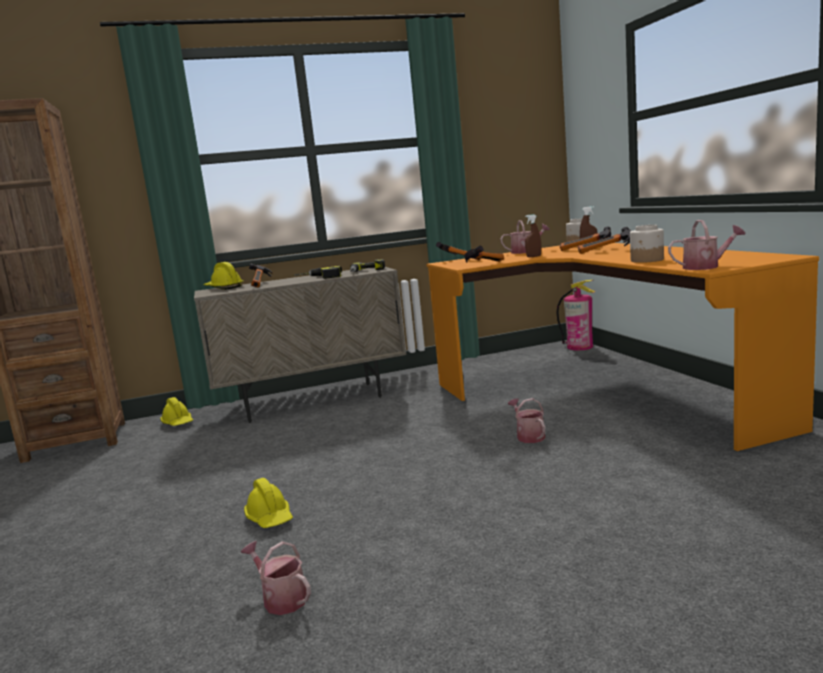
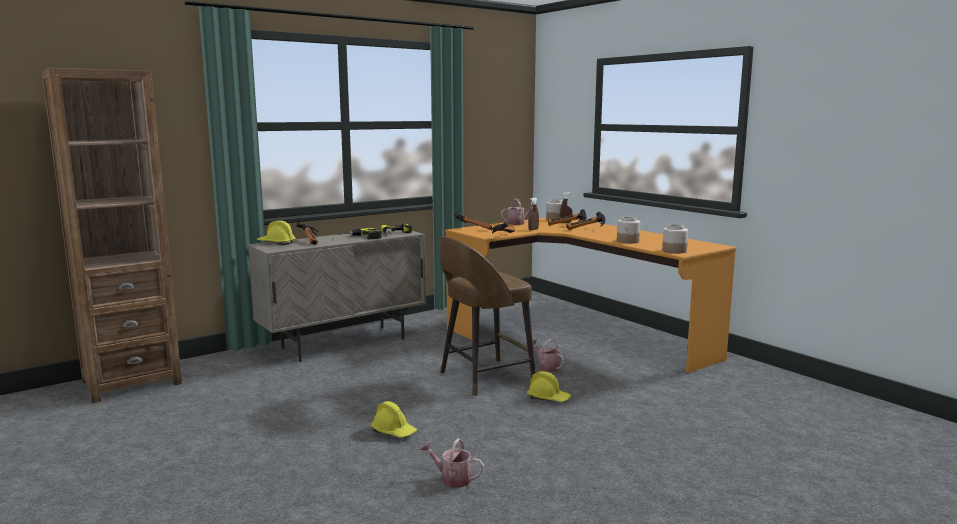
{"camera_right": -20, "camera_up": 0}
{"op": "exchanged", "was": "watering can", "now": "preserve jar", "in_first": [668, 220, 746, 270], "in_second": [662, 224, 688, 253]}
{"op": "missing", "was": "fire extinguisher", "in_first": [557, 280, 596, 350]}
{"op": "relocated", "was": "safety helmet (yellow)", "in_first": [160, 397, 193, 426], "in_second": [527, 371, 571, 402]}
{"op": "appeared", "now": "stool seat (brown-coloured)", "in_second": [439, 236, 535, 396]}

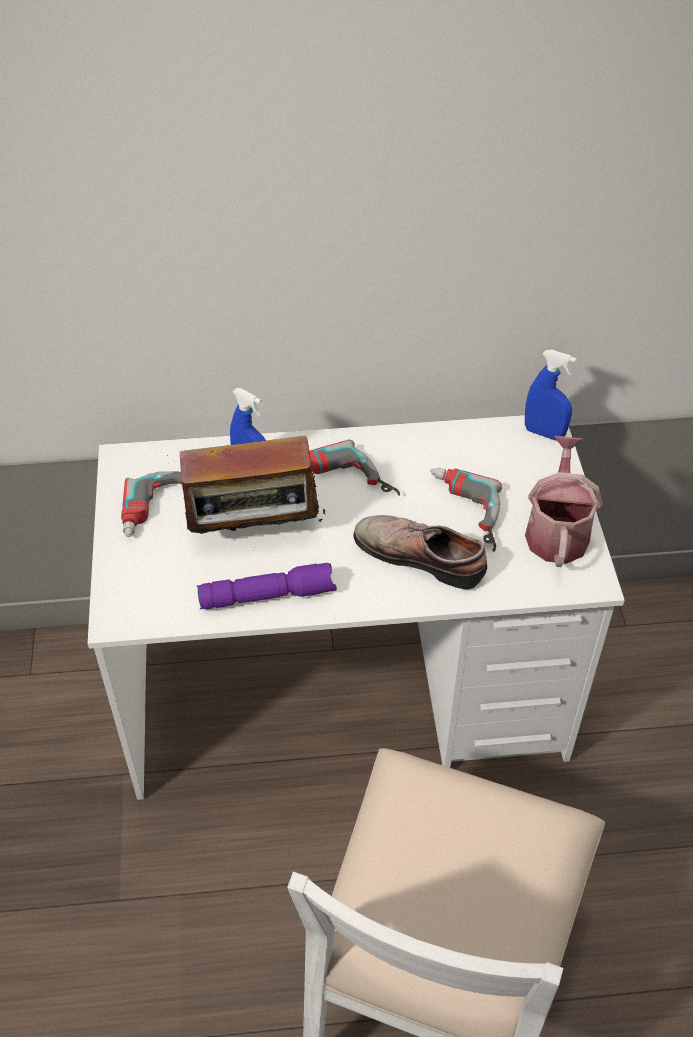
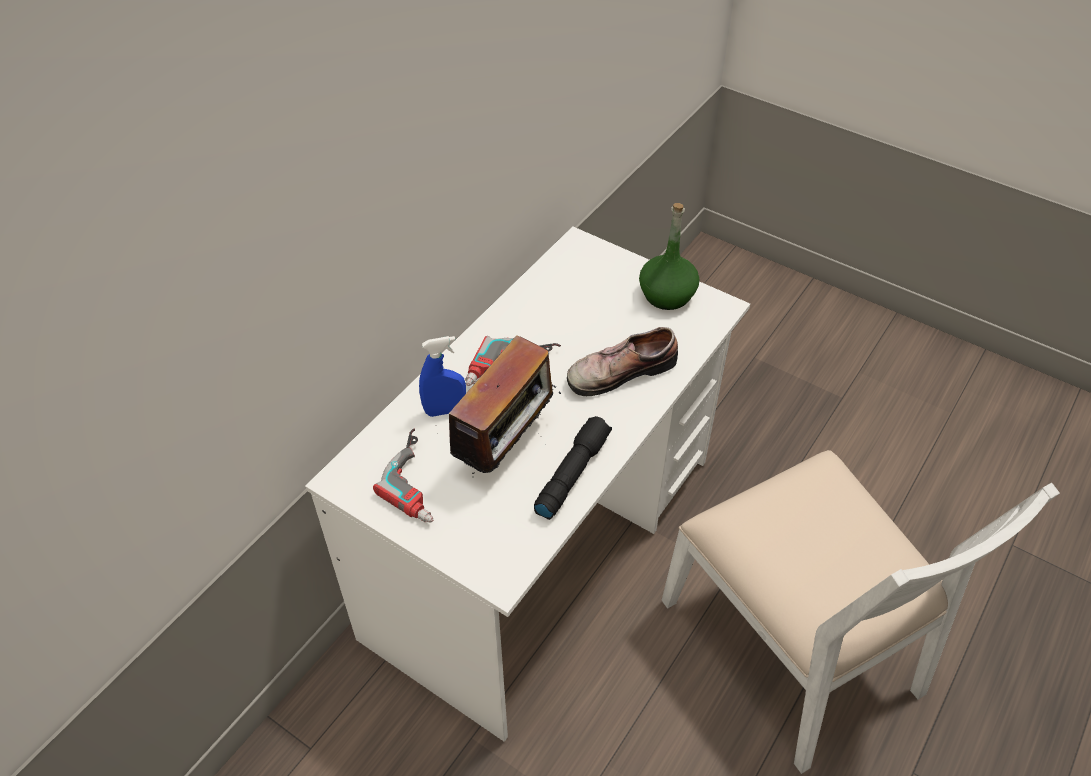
{"camera_right": -50, "camera_up": 0}
{"op": "missing", "was": "hand sprayer (blue-coloured)", "in_first": [525, 349, 577, 440]}
{"op": "exchanged", "was": "watering can", "now": "bottle (green-coloured)", "in_first": [525, 436, 602, 567], "in_second": [639, 203, 699, 310]}
{"op": "missing", "was": "drill", "in_first": [430, 468, 502, 552]}
{"op": "colour", "was": "hand torch (purple-coloured)", "now": "hand torch (black)", "in_first": [197, 563, 337, 609], "in_second": [534, 416, 612, 520]}

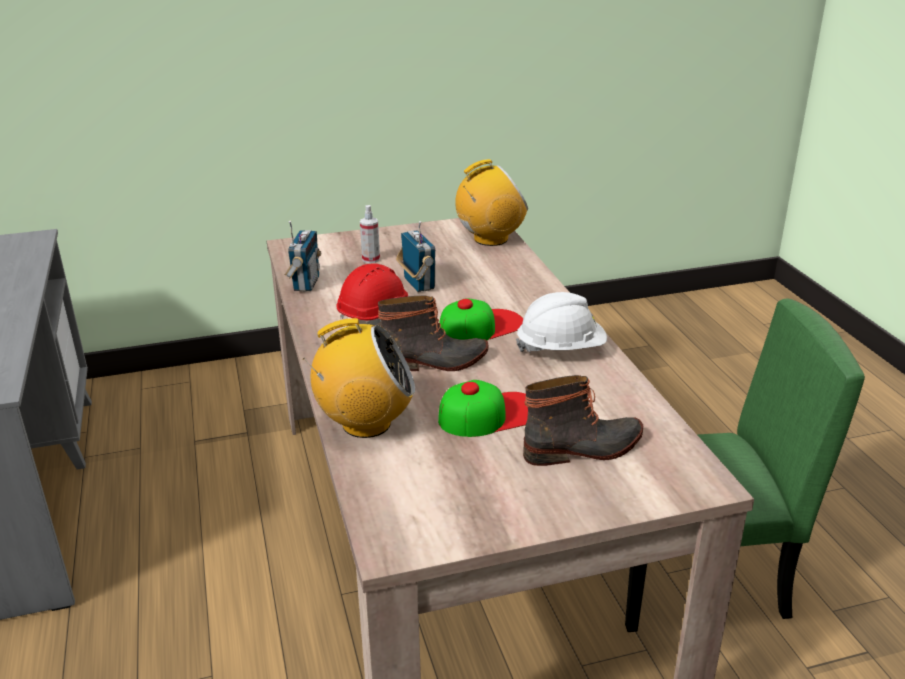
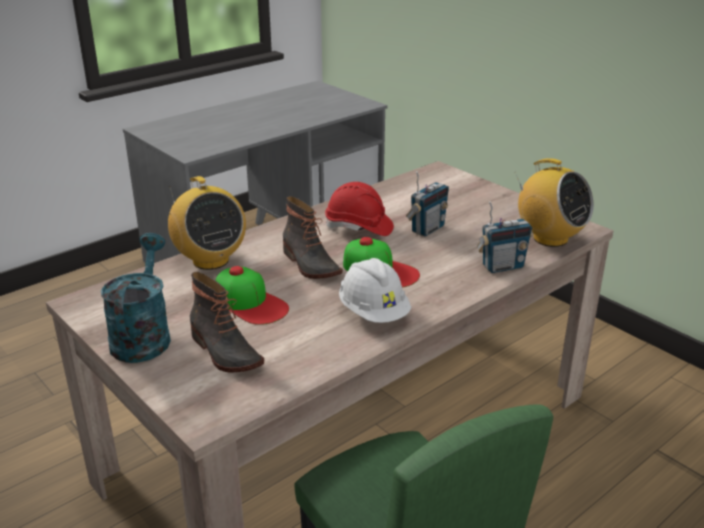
{"camera_right": 65, "camera_up": 0}
{"op": "missing", "was": "hand sprayer", "in_first": [360, 205, 380, 263]}
{"op": "relocated", "was": "radio receiver", "in_first": [285, 221, 321, 292], "in_second": [477, 201, 533, 273]}
{"op": "appeared", "now": "watering can (turquoise)", "in_second": [101, 233, 171, 363]}

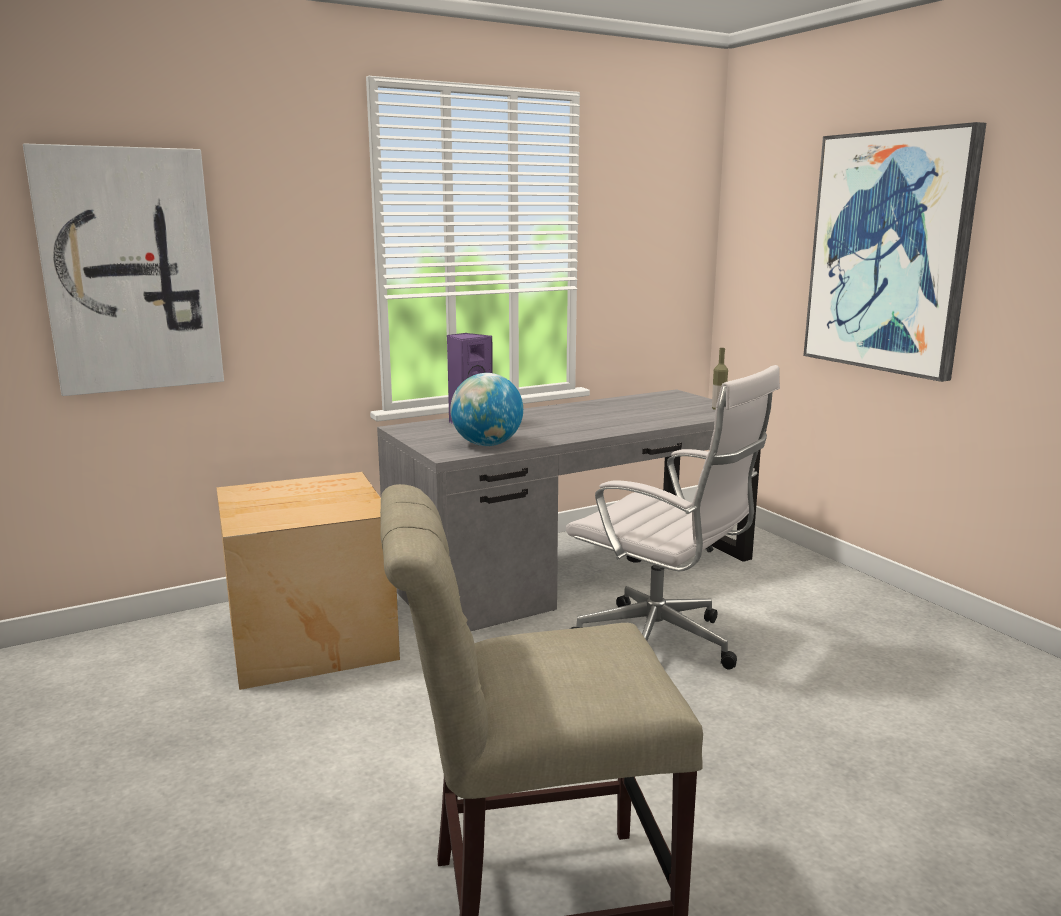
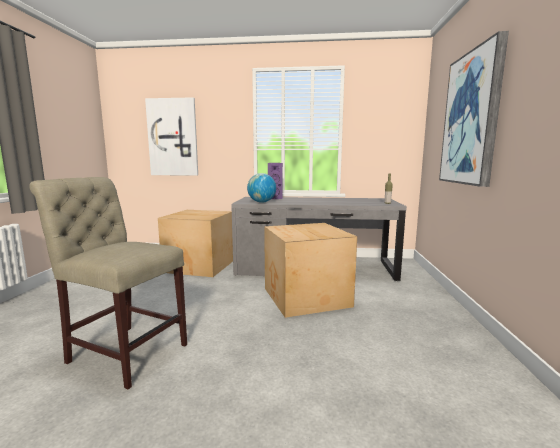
{"camera_right": 35, "camera_up": -5}
{"op": "exchanged", "was": "desk chair (white-coloured)", "now": "packing box", "in_first": [566, 365, 780, 670], "in_second": [264, 223, 357, 318]}

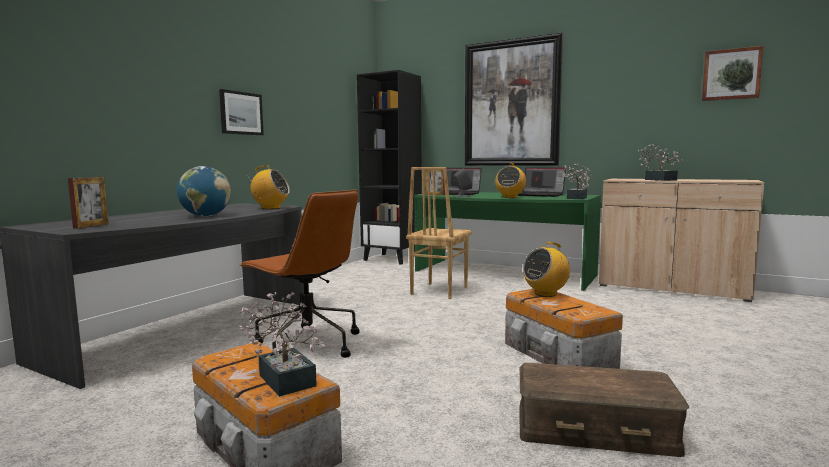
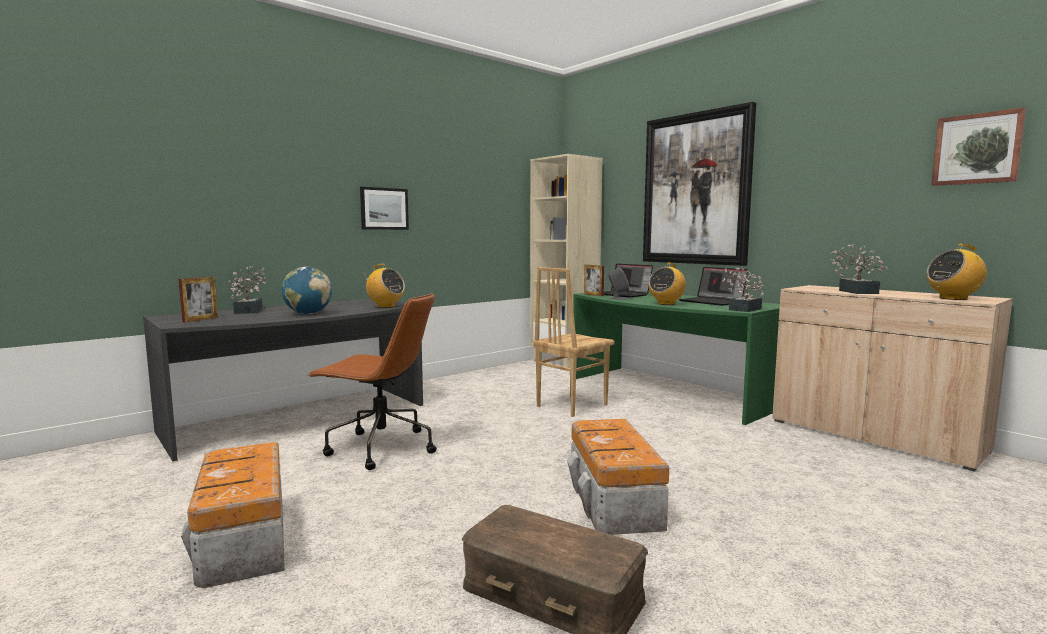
{"camera_right": 20, "camera_up": 0}
{"op": "colour", "was": "bookcase (black)", "now": "bookcase (beige-coloured)", "in_first": [357, 70, 422, 265], "in_second": [530, 154, 603, 368]}
{"op": "spun", "was": "desk chair (brown-coloured)", "in_first": [239, 190, 360, 358], "in_second": [307, 293, 437, 470], "clockwise": -45}
{"op": "relocated", "was": "radio receiver", "in_first": [523, 242, 570, 297], "in_second": [927, 244, 987, 300]}
{"op": "relocated", "was": "potted plant", "in_first": [239, 292, 326, 397], "in_second": [228, 266, 267, 314]}

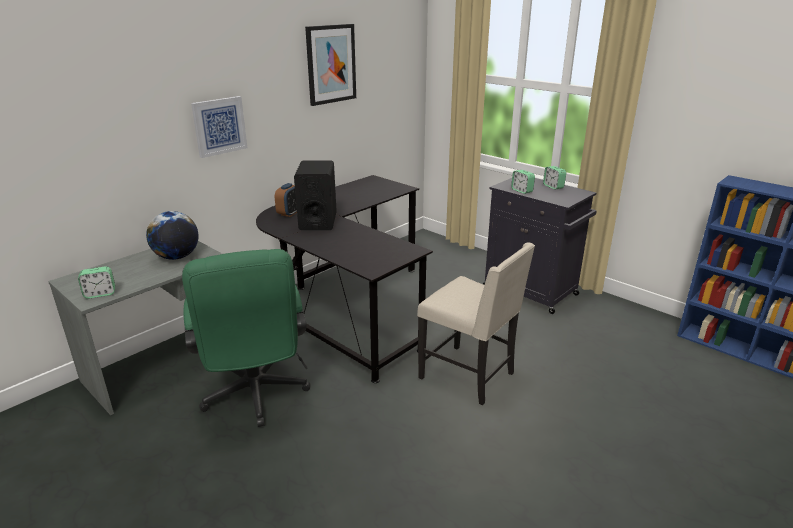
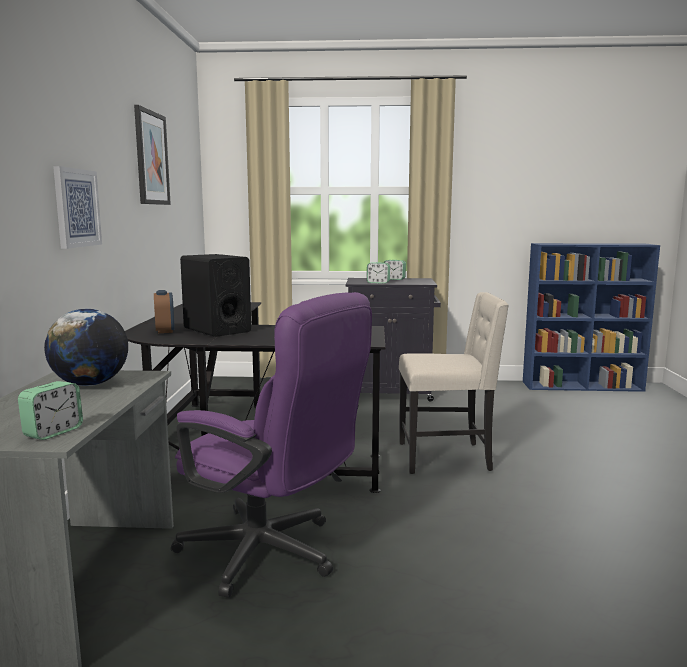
{"camera_right": -40, "camera_up": -15}
{"op": "colour", "was": "desk chair (green-coloured)", "now": "desk chair (purple-coloured)", "in_first": [182, 249, 311, 427], "in_second": [171, 292, 372, 598]}

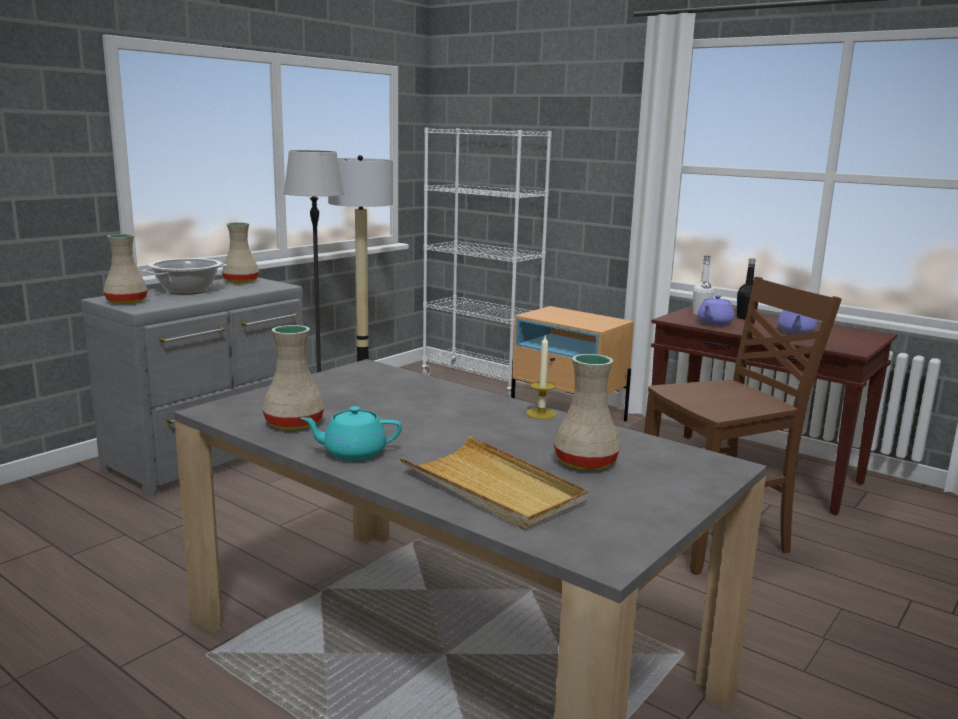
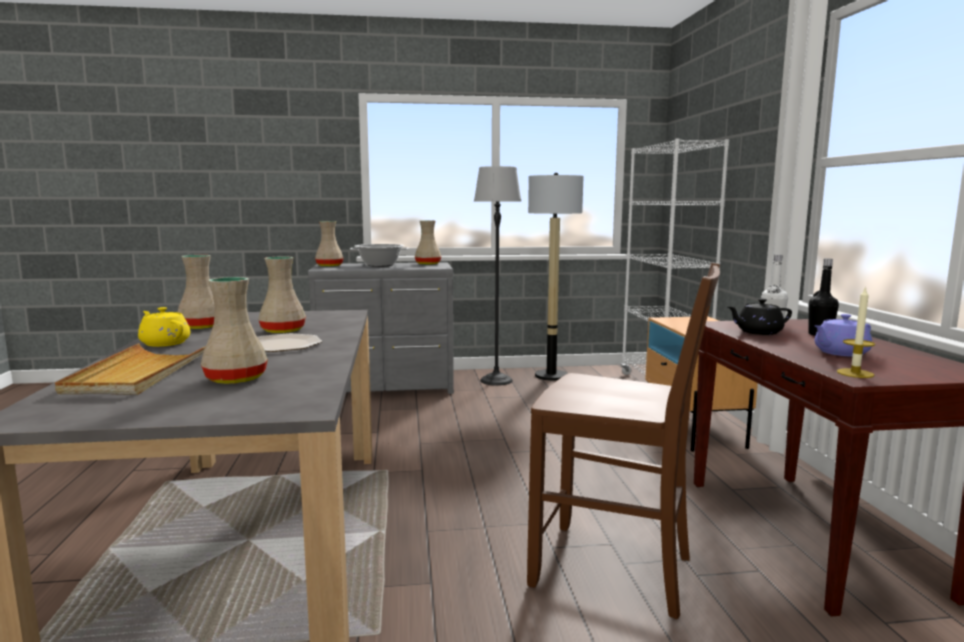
{"camera_right": 45, "camera_up": -5}
{"op": "colour", "was": "pot for tea (purple-coloured)", "now": "pot for tea (black)", "in_first": [697, 295, 735, 325], "in_second": [728, 299, 792, 335]}
{"op": "relocated", "was": "wax candle", "in_first": [526, 334, 557, 419], "in_second": [837, 286, 875, 378]}
{"op": "colour", "was": "pot for tea (turquoise)", "now": "pot for tea (yellow)", "in_first": [300, 406, 402, 461], "in_second": [138, 307, 190, 347]}
{"op": "appeared", "now": "vase (beige-coloured)", "in_second": [258, 256, 306, 333]}
{"op": "appeared", "now": "dinner plate", "in_second": [258, 333, 322, 352]}

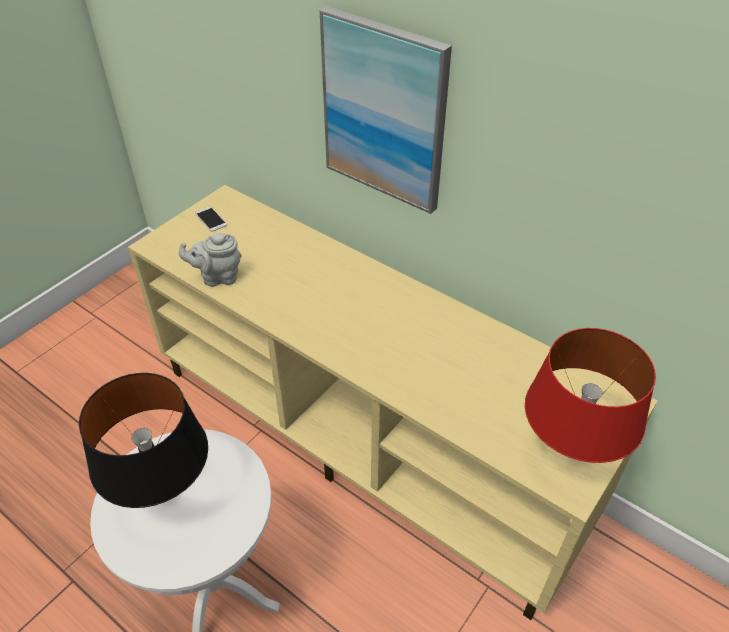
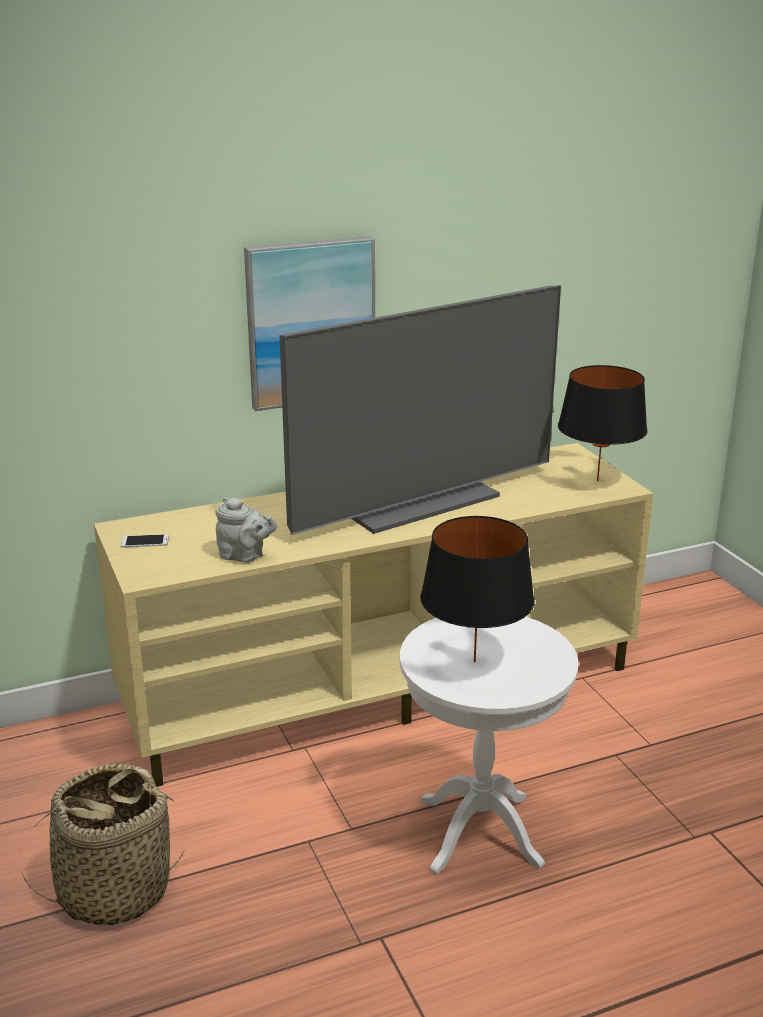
{"camera_right": -60, "camera_up": -20}
{"op": "spun", "was": "pot for tea (gray)", "in_first": [179, 233, 241, 287], "in_second": [215, 497, 278, 563], "clockwise": -90}
{"op": "colour", "was": "lamp for a table (red-coloured)", "now": "lamp for a table (black)", "in_first": [525, 328, 656, 463], "in_second": [558, 365, 647, 482]}
{"op": "appeared", "now": "TV", "in_second": [279, 285, 561, 535]}
{"op": "appeared", "now": "storage basket", "in_second": [20, 764, 184, 926]}

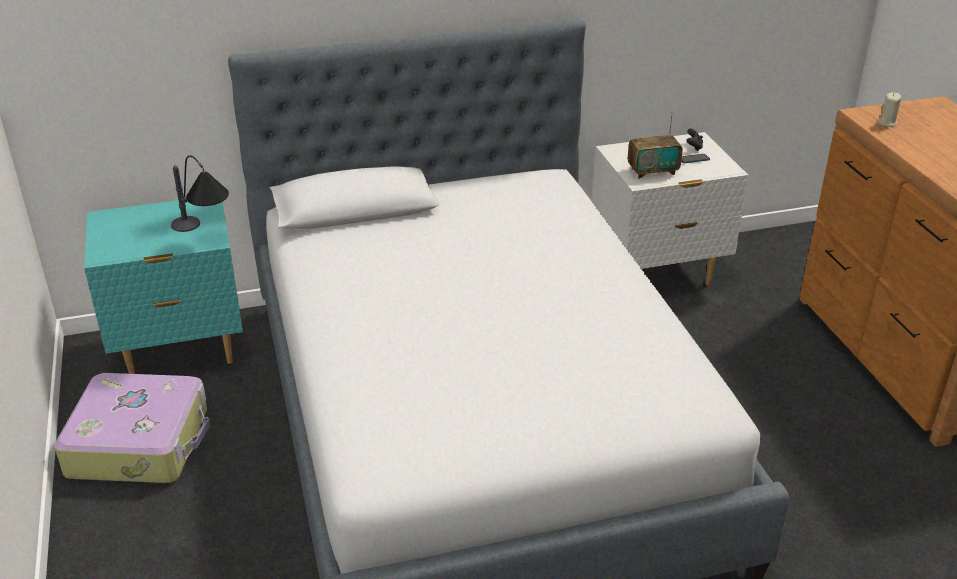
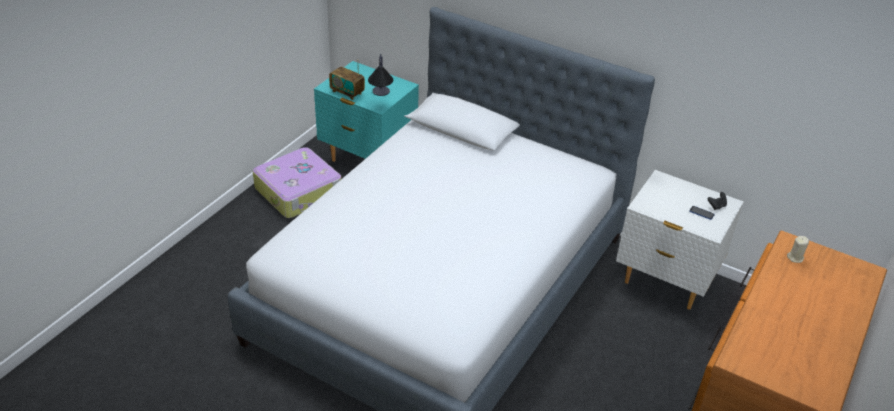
{"camera_right": 45, "camera_up": 5}
{"op": "relocated", "was": "radio receiver", "in_first": [628, 112, 683, 179], "in_second": [329, 59, 365, 100]}

